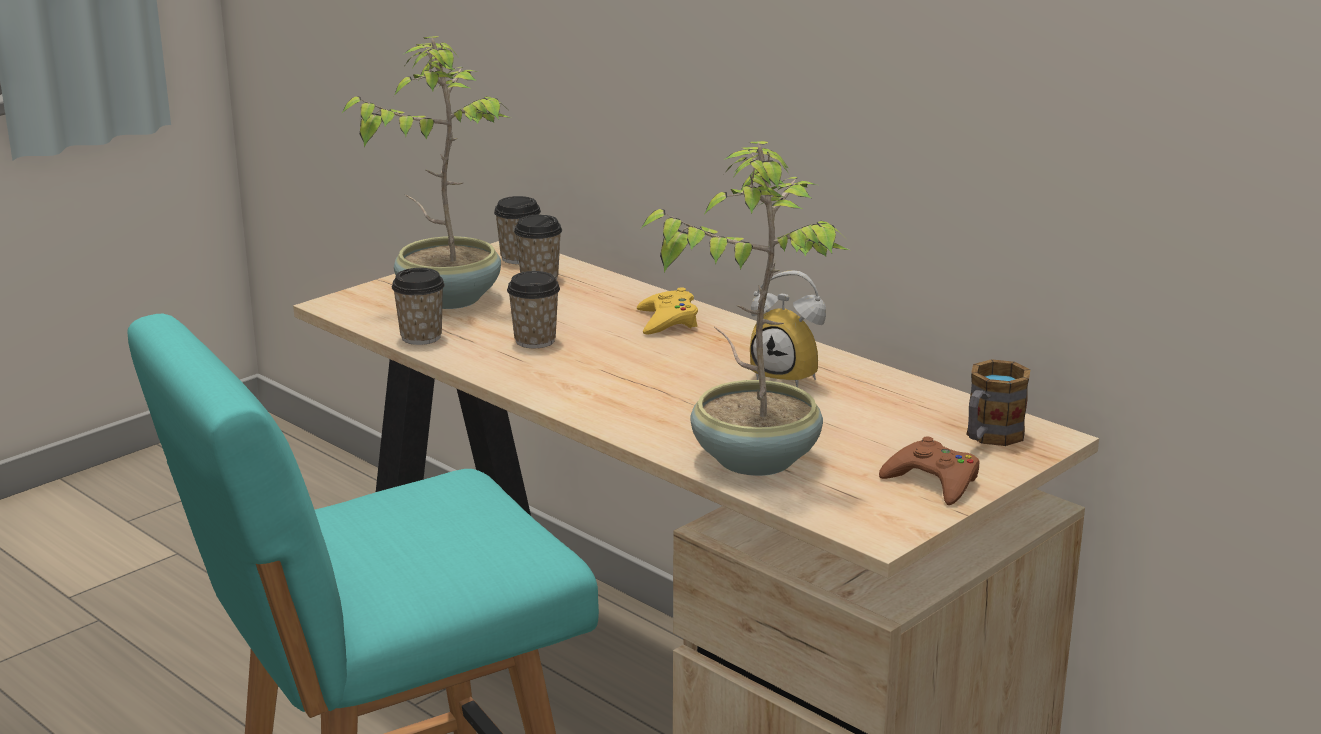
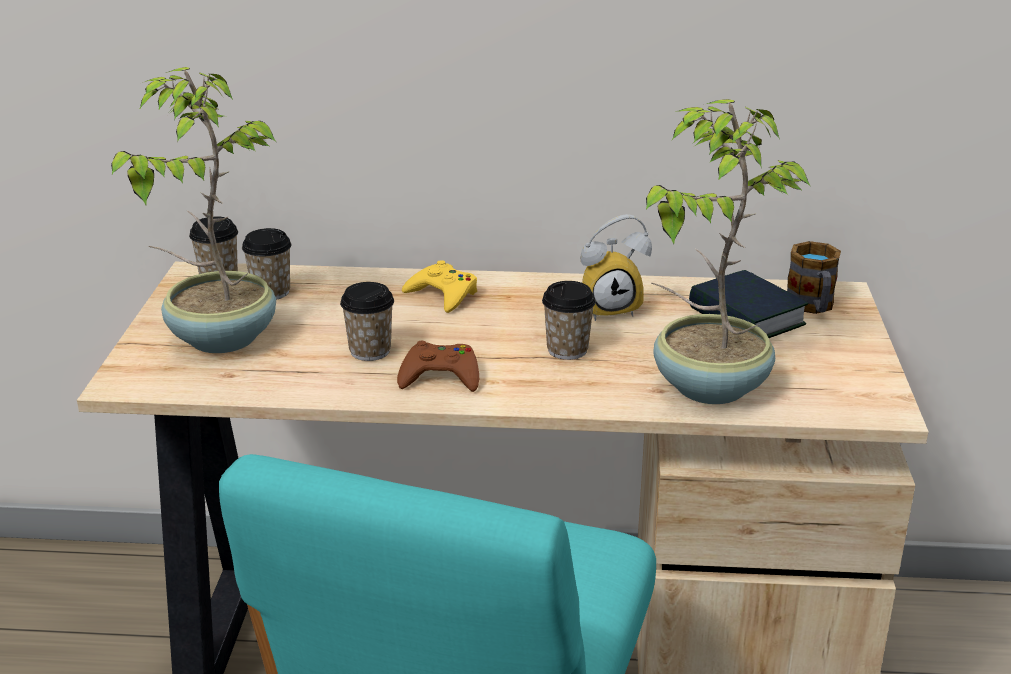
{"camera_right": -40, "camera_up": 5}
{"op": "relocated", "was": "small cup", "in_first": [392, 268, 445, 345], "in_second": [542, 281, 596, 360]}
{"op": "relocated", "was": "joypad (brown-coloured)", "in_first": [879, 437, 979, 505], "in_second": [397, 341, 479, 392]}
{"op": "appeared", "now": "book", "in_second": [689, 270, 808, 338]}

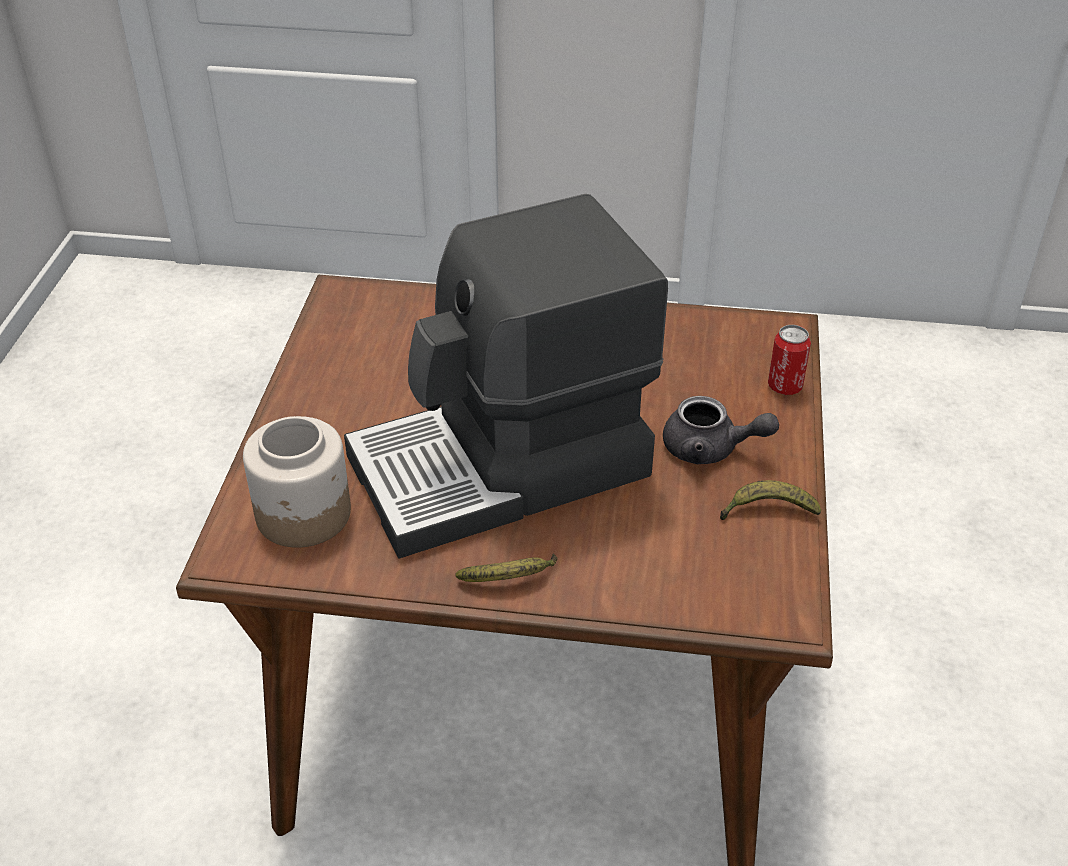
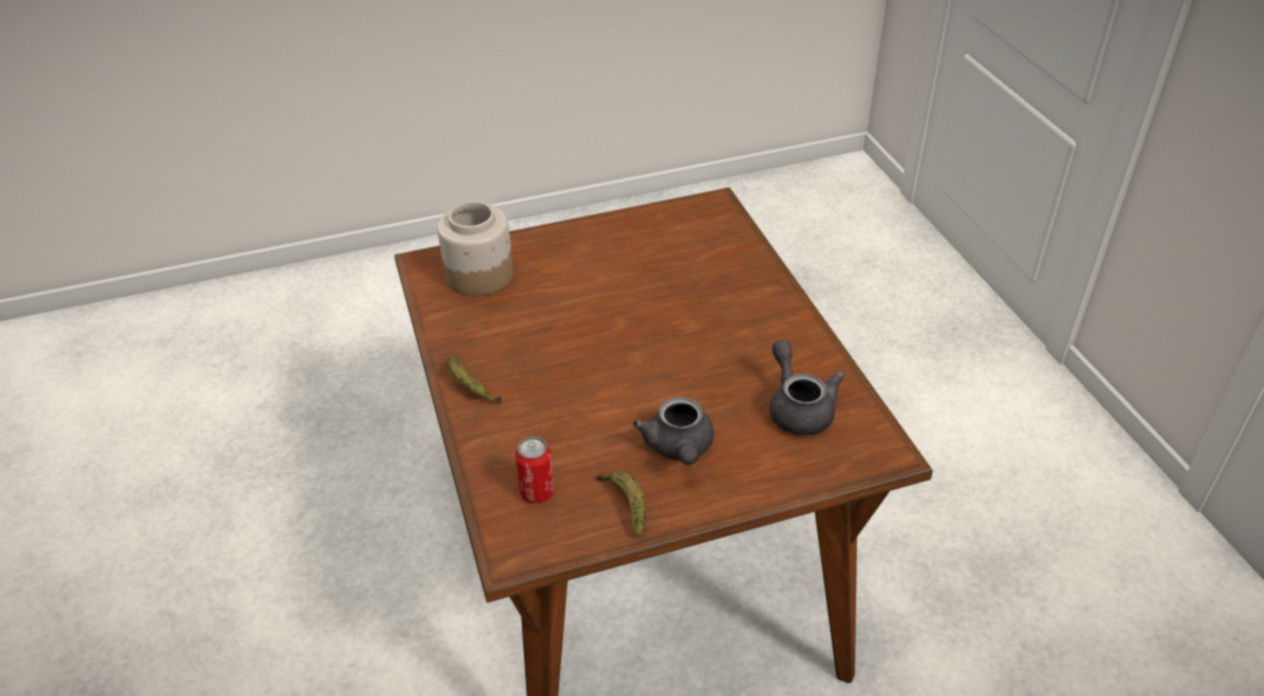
{"camera_right": 65, "camera_up": 0}
{"op": "missing", "was": "coffee brewer", "in_first": [344, 194, 668, 558]}
{"op": "relocated", "was": "metal can", "in_first": [768, 325, 811, 395], "in_second": [515, 436, 554, 503]}
{"op": "appeared", "now": "pot for tea (gray)", "in_second": [770, 340, 845, 435]}

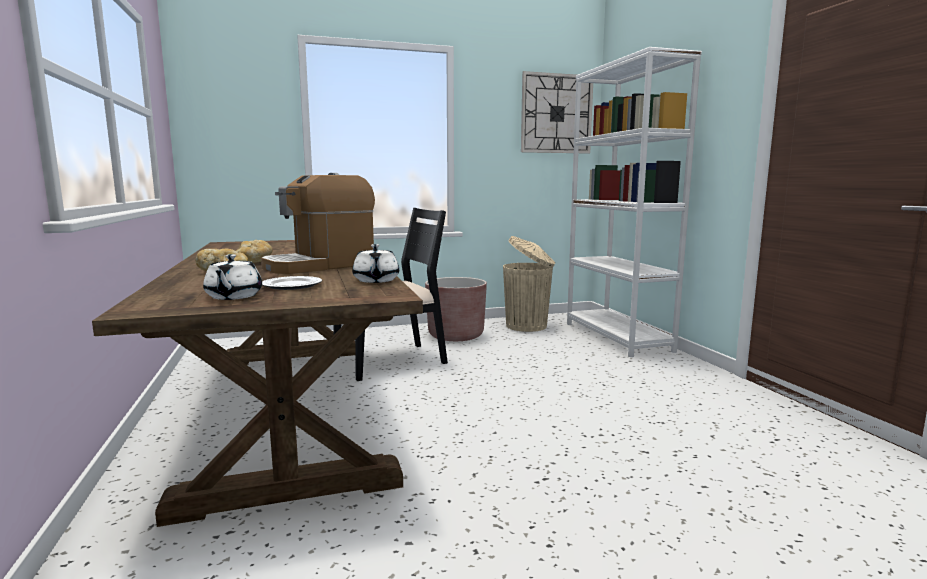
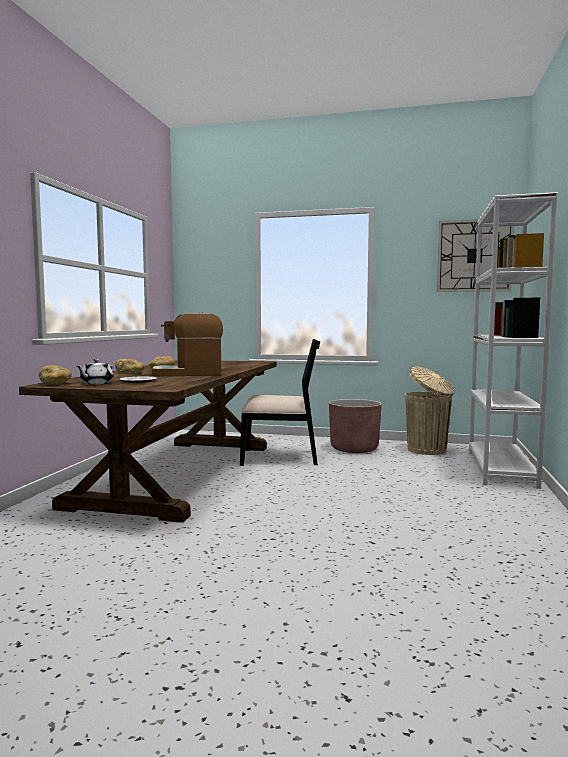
{"camera_right": 30, "camera_up": -5}
{"op": "missing", "was": "pot for tea (white-coloured)", "in_first": [352, 244, 399, 283]}
{"op": "appeared", "now": "bread", "in_second": [39, 365, 72, 384]}

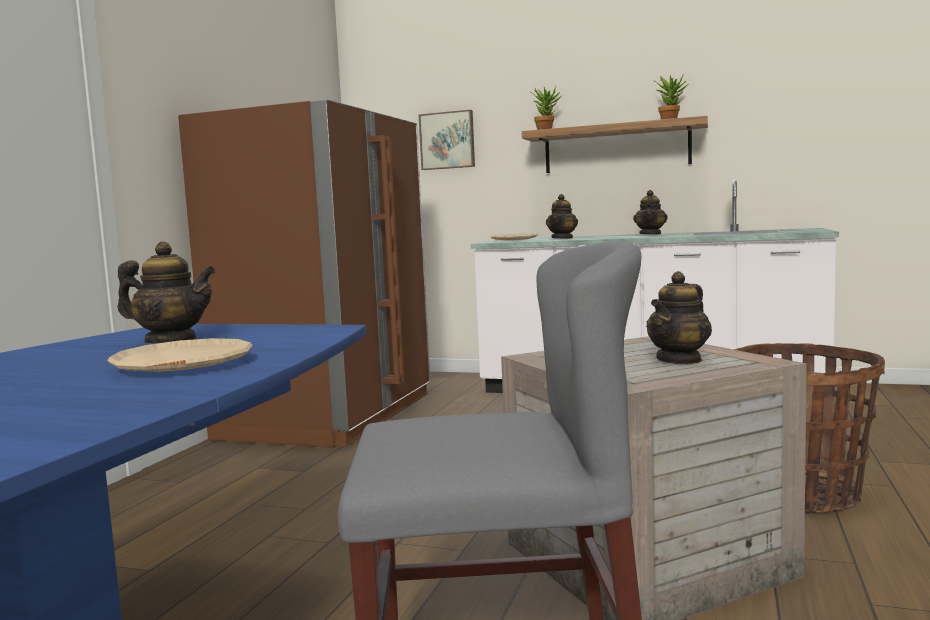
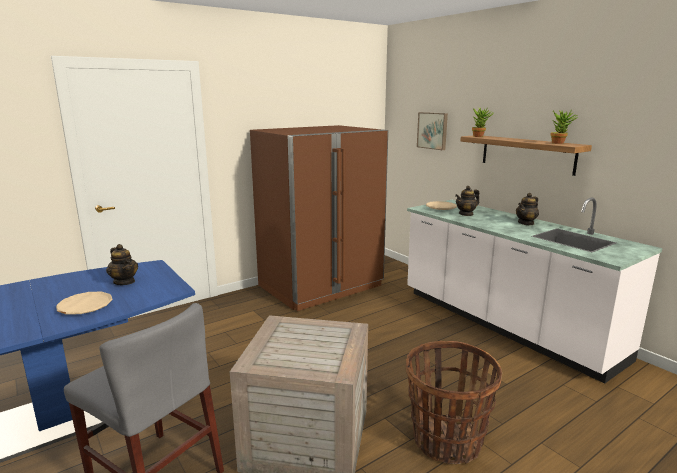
{"camera_right": 35, "camera_up": 10}
{"op": "missing", "was": "pot for tea", "in_first": [646, 271, 712, 365]}

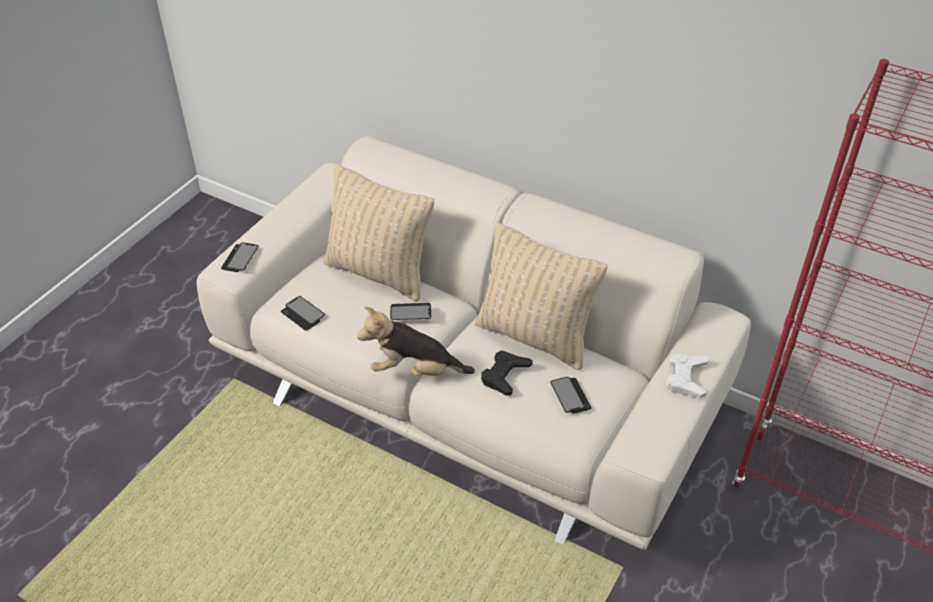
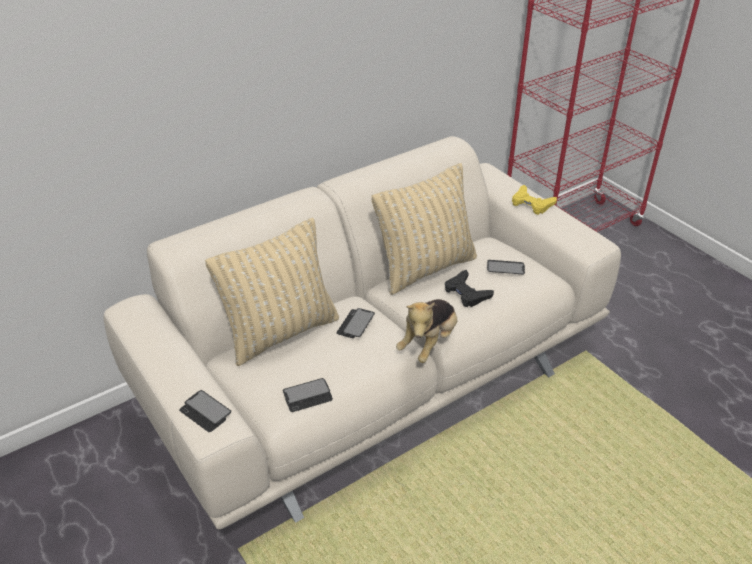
{"camera_right": -65, "camera_up": -5}
{"op": "colour", "was": "joypad (white-coloured)", "now": "joypad (yellow)", "in_first": [666, 353, 709, 398], "in_second": [512, 185, 557, 215]}

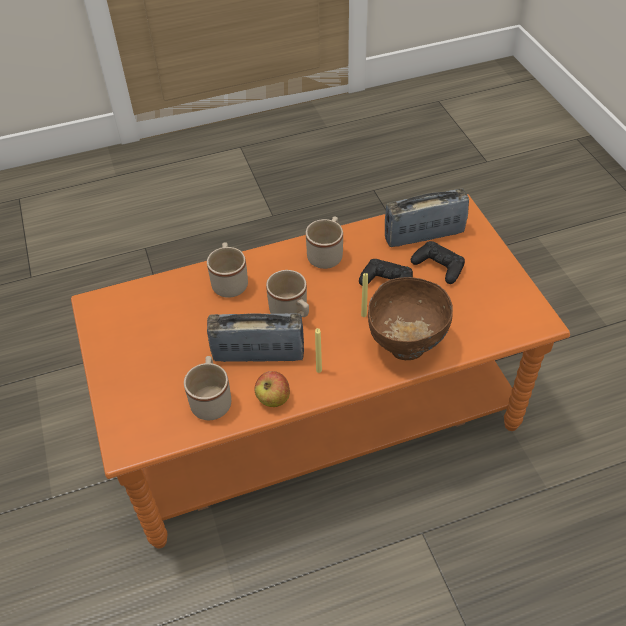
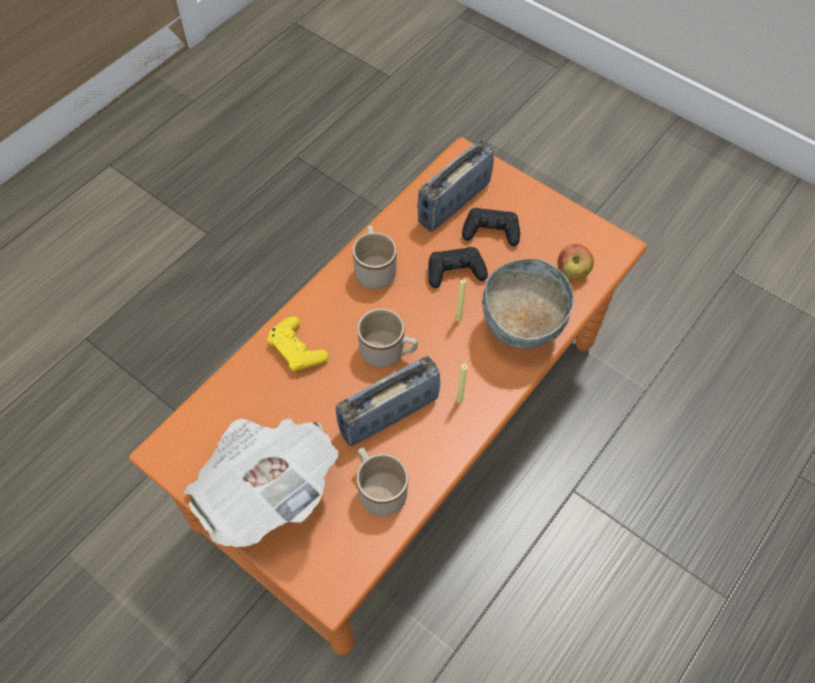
{"camera_right": -35, "camera_up": 10}
{"op": "exchanged", "was": "tea mug (beige-coloured)", "now": "joypad (yellow)", "in_first": [207, 242, 248, 298], "in_second": [267, 316, 329, 372]}
{"op": "colour", "was": "bowl (brown-coloured)", "now": "bowl (gray)", "in_first": [368, 277, 453, 360], "in_second": [482, 259, 574, 349]}
{"op": "relocated", "was": "whole apple", "in_first": [255, 371, 290, 407], "in_second": [557, 244, 594, 279]}
{"op": "appeared", "now": "newspaper", "in_second": [184, 418, 338, 547]}

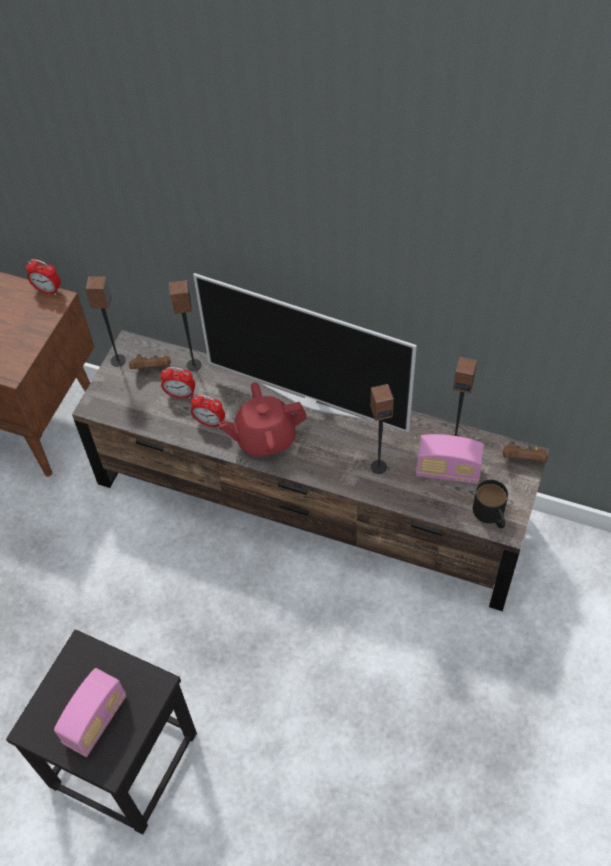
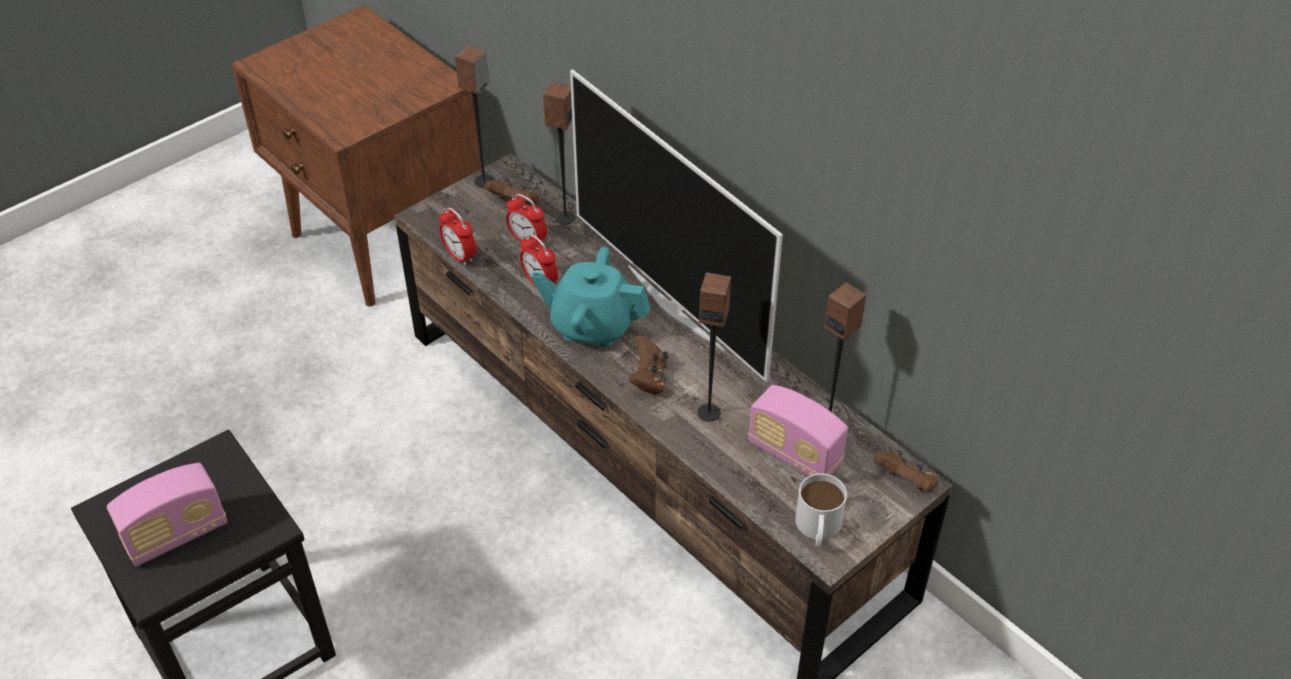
{"camera_right": 25, "camera_up": -10}
{"op": "relocated", "was": "alarm clock", "in_first": [26, 259, 61, 295], "in_second": [439, 207, 476, 266]}
{"op": "colour", "was": "pot for tea (red-coloured)", "now": "pot for tea (turquoise)", "in_first": [219, 382, 307, 457], "in_second": [531, 246, 651, 347]}
{"op": "colour", "was": "tea mug (black)", "now": "tea mug (white-coloured)", "in_first": [473, 480, 508, 528], "in_second": [795, 474, 847, 547]}
{"op": "appeared", "now": "joypad (brown-coloured)", "in_second": [629, 335, 668, 395]}

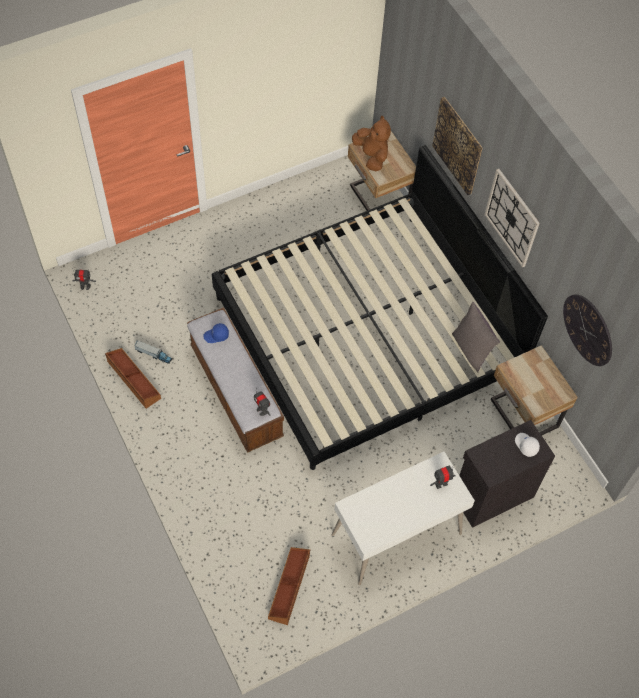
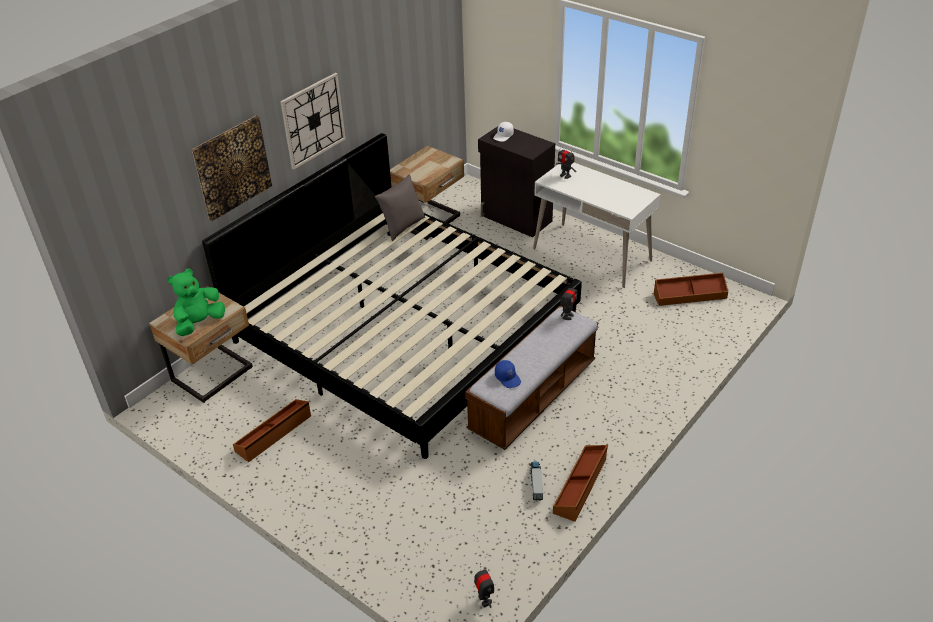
{"camera_right": -110, "camera_up": -20}
{"op": "colour", "was": "cuddly toy (brown-coloured)", "now": "cuddly toy (green-coloured)", "in_first": [352, 116, 391, 171], "in_second": [168, 269, 225, 336]}
{"op": "missing", "was": "wall clock", "in_first": [563, 294, 612, 366]}
{"op": "appeared", "now": "storage bin (brown-coloured)", "in_second": [233, 399, 311, 463]}

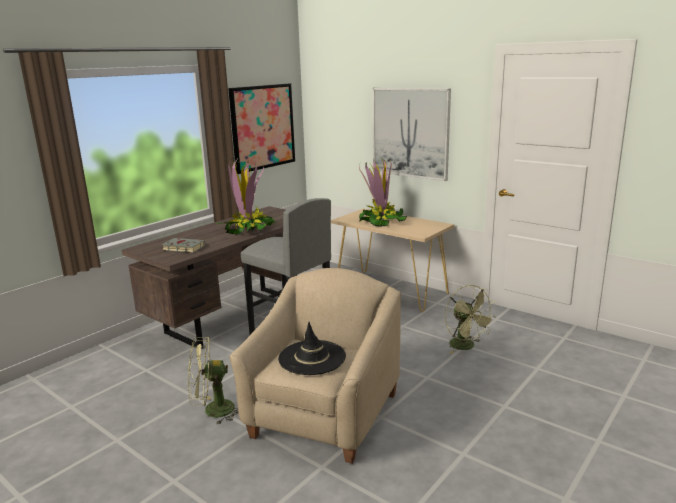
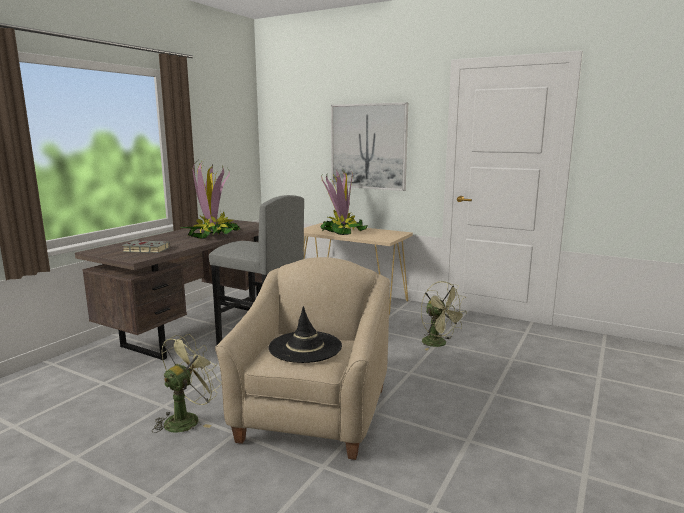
{"camera_right": -10, "camera_up": -5}
{"op": "missing", "was": "wall picture", "in_first": [228, 84, 295, 174]}
{"op": "spun", "was": "cooling fan (green-coloured)", "in_first": [188, 337, 239, 424], "in_second": [152, 334, 222, 433], "clockwise": 150}

